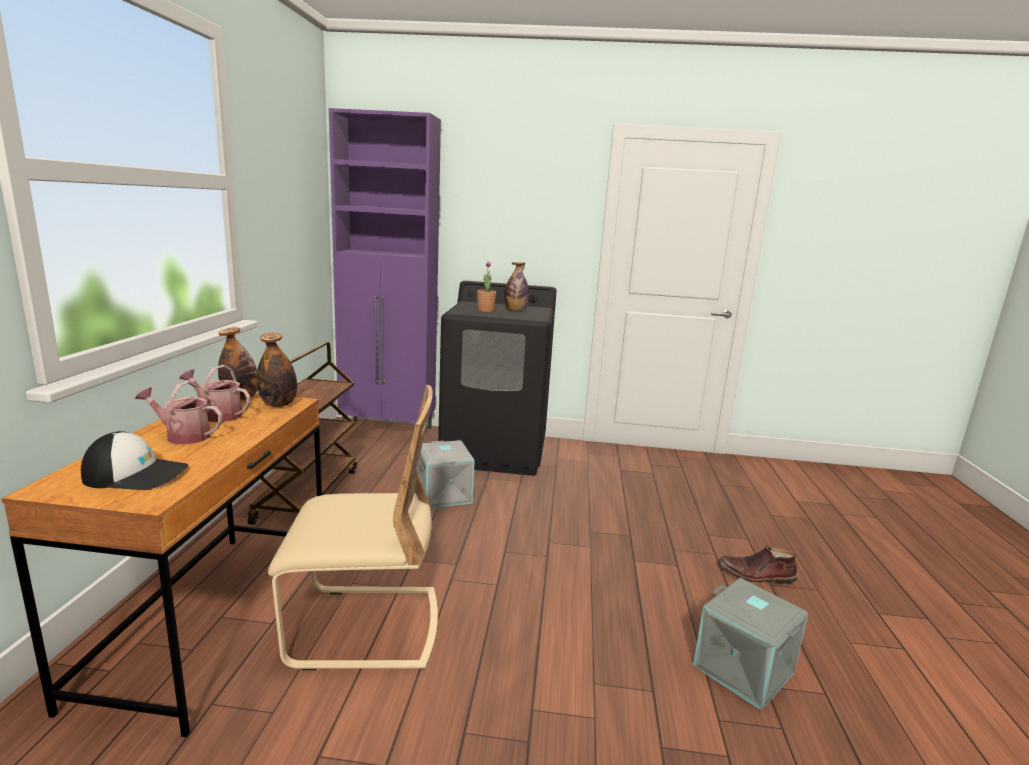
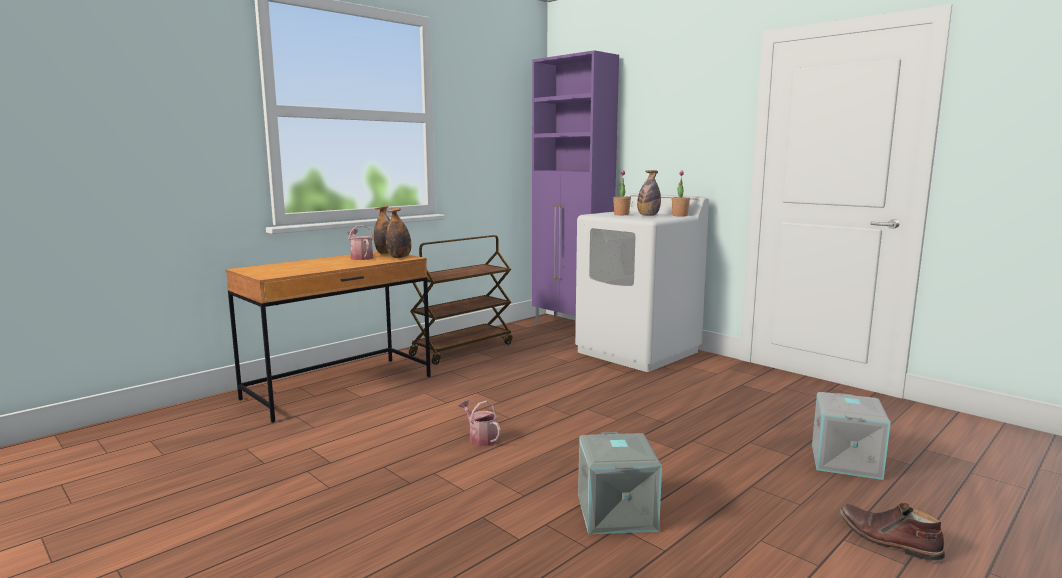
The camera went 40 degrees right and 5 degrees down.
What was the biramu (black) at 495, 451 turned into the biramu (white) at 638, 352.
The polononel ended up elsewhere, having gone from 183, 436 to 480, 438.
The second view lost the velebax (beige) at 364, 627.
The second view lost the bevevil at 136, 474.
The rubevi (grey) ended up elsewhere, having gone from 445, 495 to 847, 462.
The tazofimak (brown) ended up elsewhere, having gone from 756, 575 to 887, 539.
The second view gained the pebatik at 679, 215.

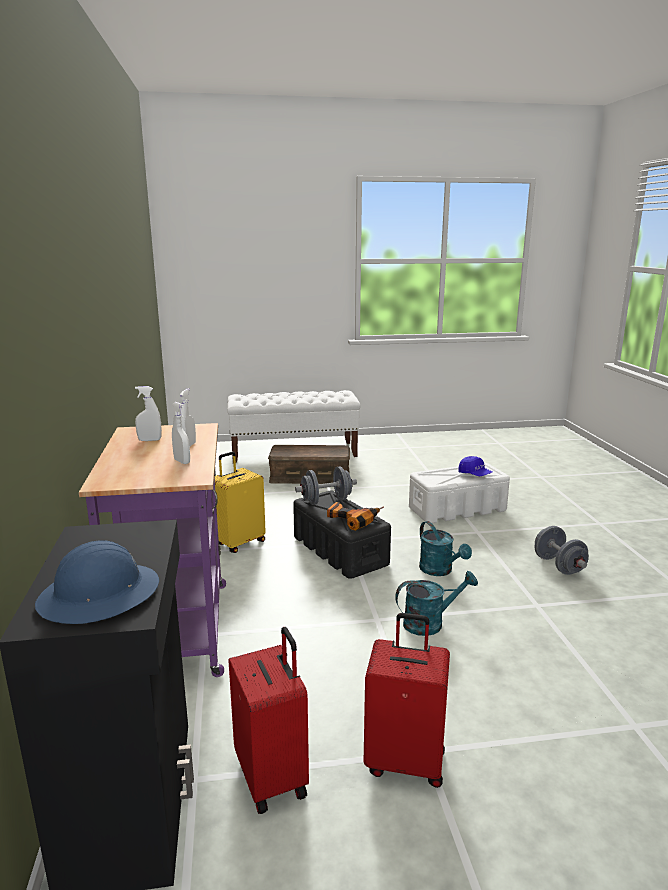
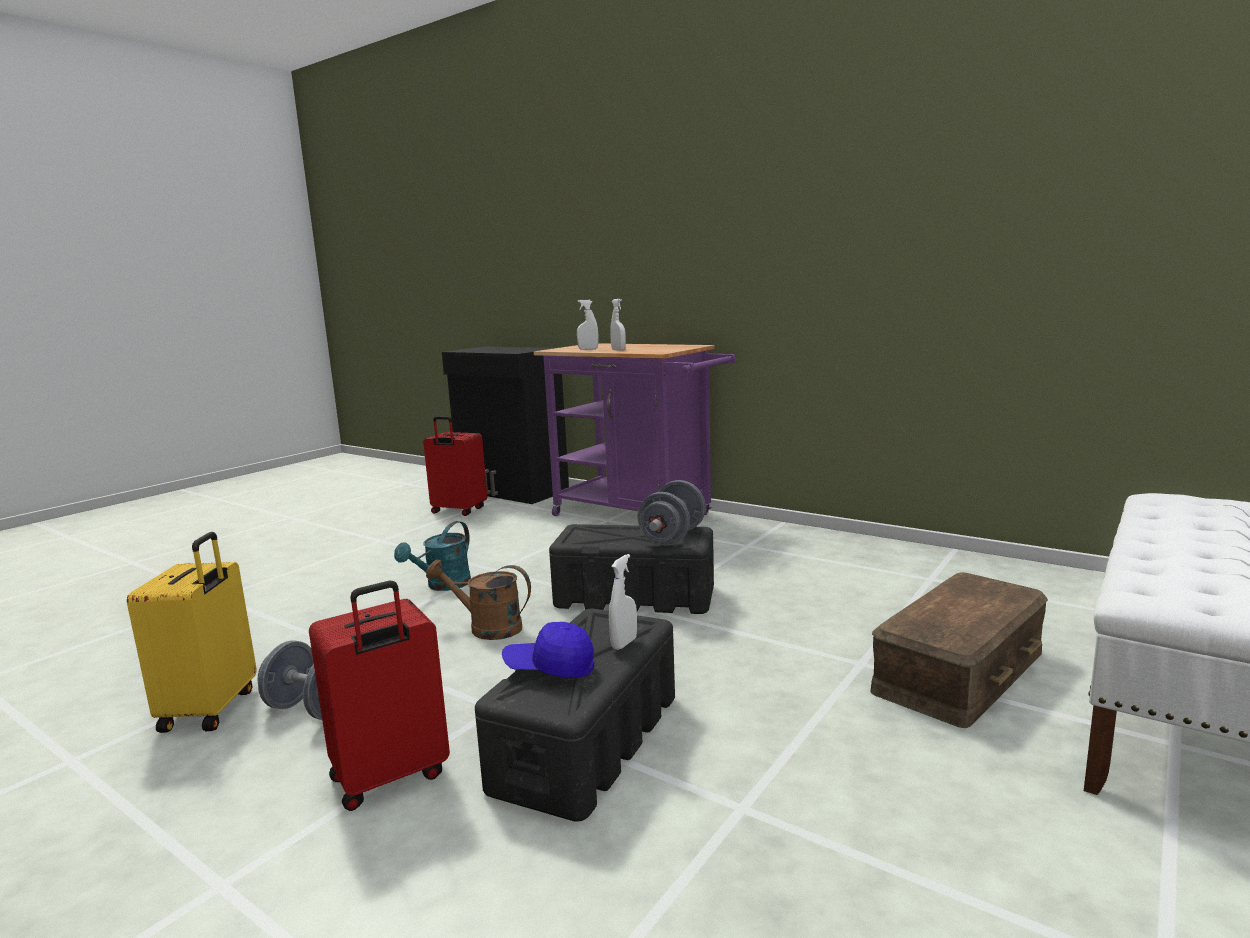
The camera went 135 degrees right and 5 degrees down.
The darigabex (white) ended up elsewhere, having gone from 149, 440 to 624, 643.
The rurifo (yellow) ended up elsewhere, having gone from 239, 542 to 211, 709.
What was the rubevi (white) at 458, 509 turned into the rubevi (black) at 587, 743.
The second view lost the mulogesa at 353, 519.
What was the polononel (turquoise) at 440, 571 turned into the polononel (brown) at 487, 628.
The second view lost the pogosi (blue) at 100, 596.
The rurifo (red) ended up elsewhere, having gone from 405, 761 to 390, 778.

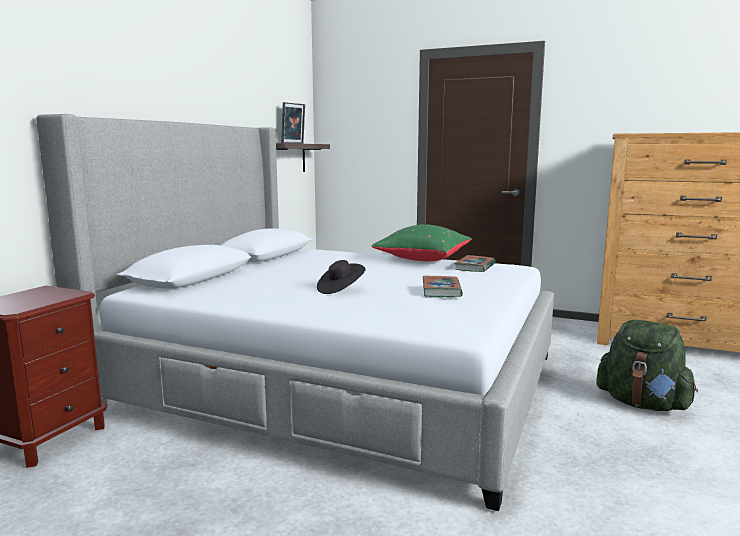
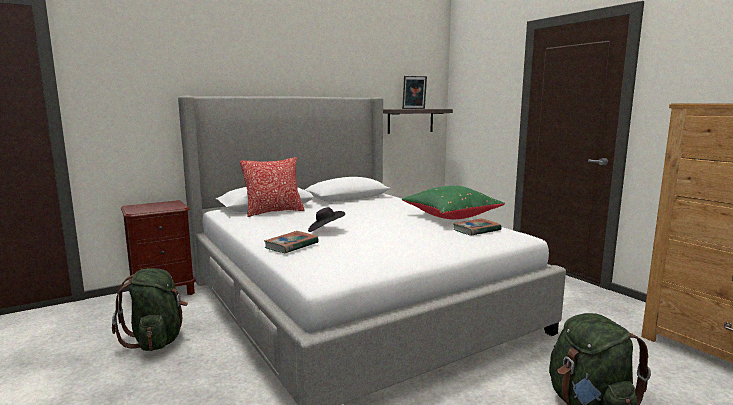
The camera went 35 degrees right and 0 degrees up.
The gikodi ended up elsewhere, having gone from 441, 290 to 291, 245.
The second view gained the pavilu at 274, 212.
The second view gained the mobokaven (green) at 157, 340.

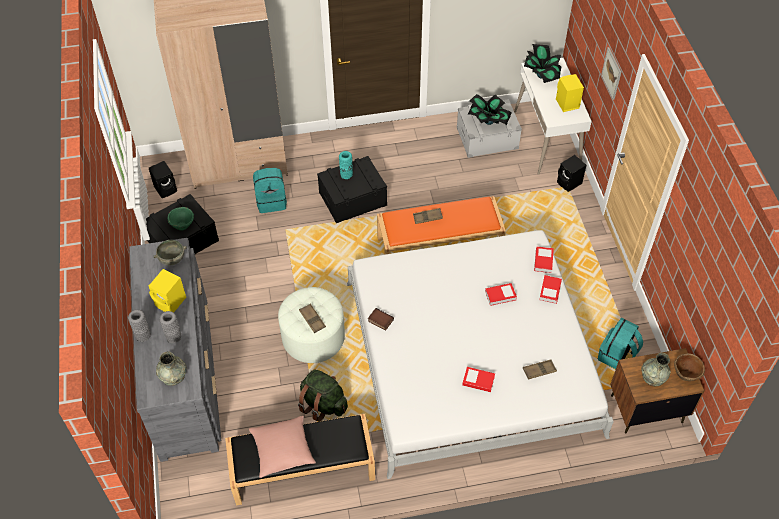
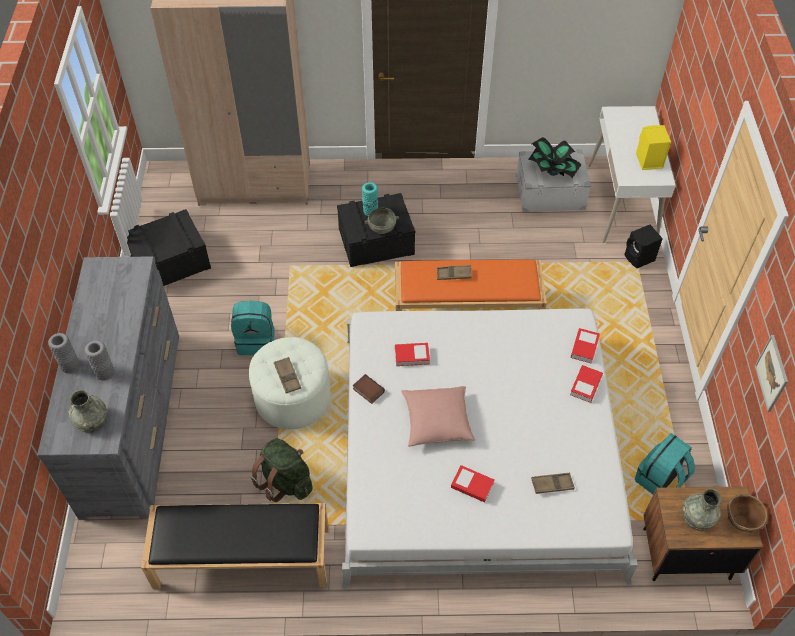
The camera went 10 degrees right and 0 degrees up.
The second view lost the pebatik at 541, 75.
The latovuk ended up elsewhere, having gone from 611, 73 to 772, 373.
The second view lost the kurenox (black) at 166, 188.
The mobokaven (turquoise) ended up elsewhere, having gone from 271, 201 to 256, 340.
The second view lost the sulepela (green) at 183, 225.
The sulepela (grey) ended up elsewhere, having gone from 172, 259 to 382, 228.
The second view lost the kurenox (yellow) at 171, 302.
The gikodi ended up elsewhere, having gone from 500, 295 to 412, 356.
The pavilu (pink) ended up elsewhere, having gone from 282, 450 to 437, 421.

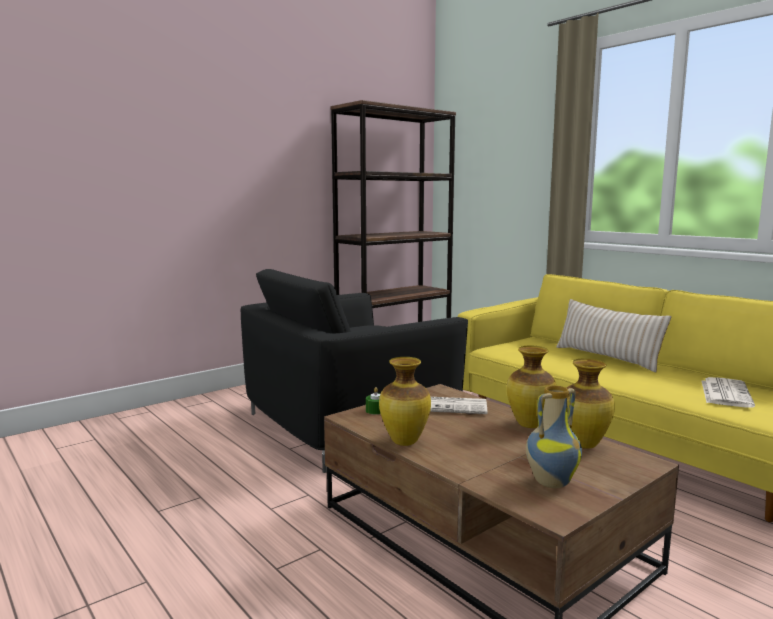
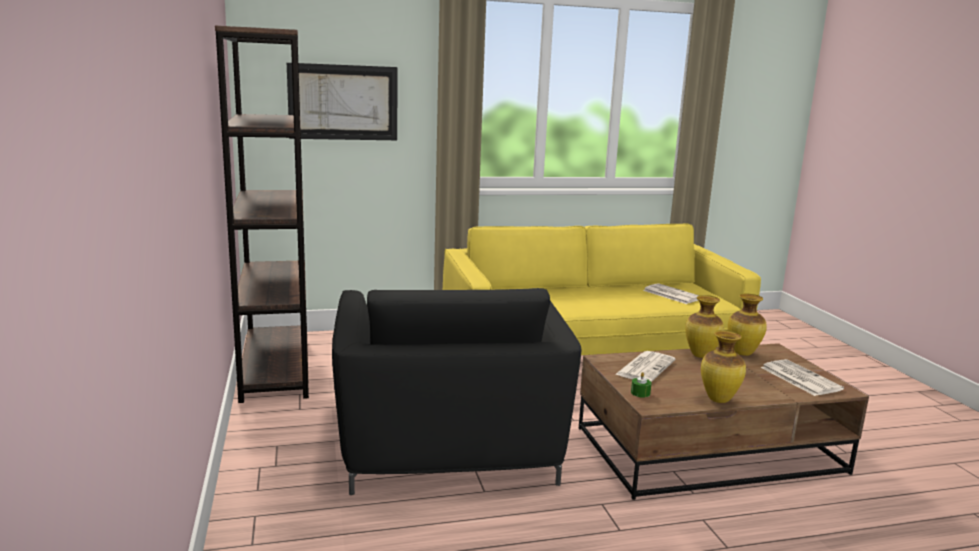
The camera went 65 degrees left and 5 degrees up.
The second view lost the pavilu (beige) at 607, 357.
Where the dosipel stood at 550, 482, the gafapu came to stand at 799, 378.
The second view gained the latovuk at 343, 102.

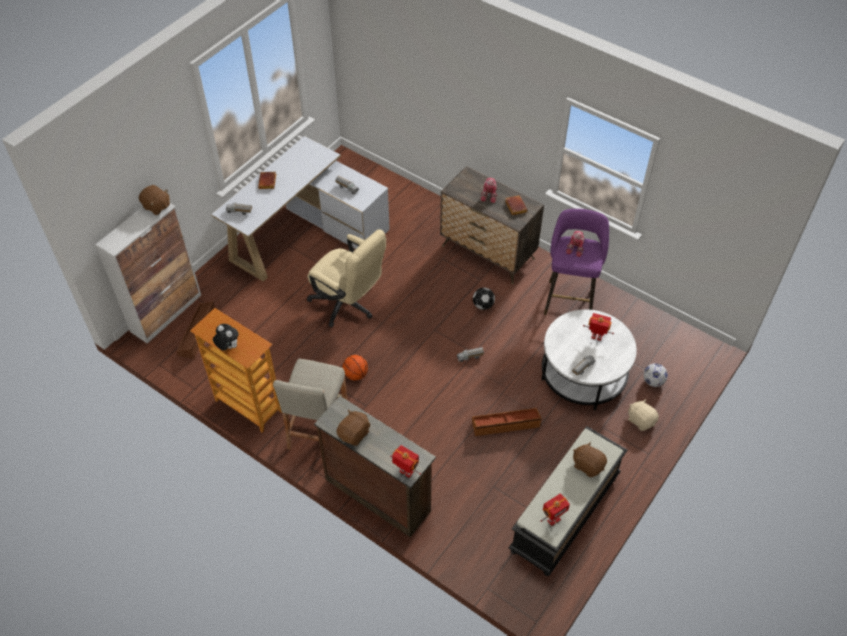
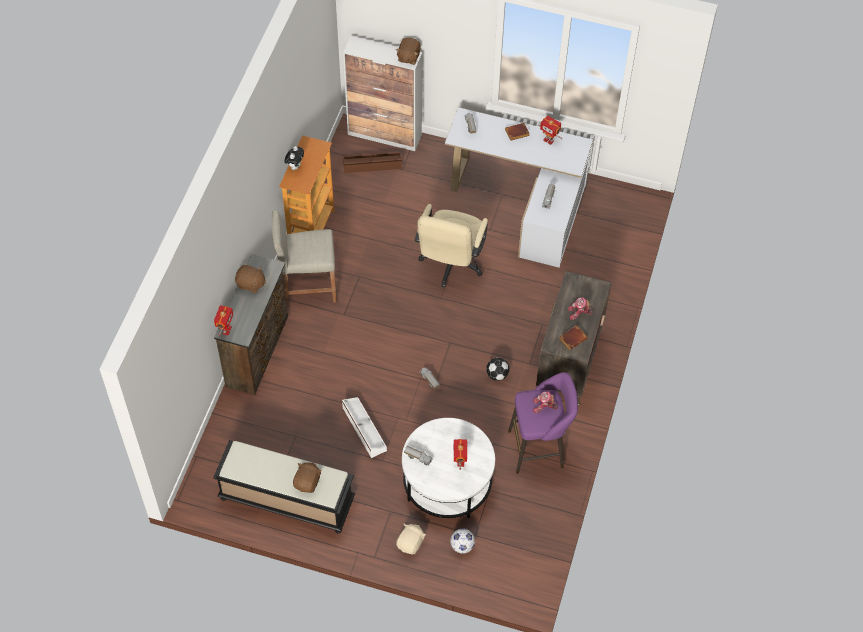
The camera went 70 degrees right and 5 degrees up.
The second view lost the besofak at 355, 374.
What was the rubevi (brown) at 505, 425 turned into the rubevi (white) at 363, 429.
The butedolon ended up elsewhere, having gone from 553, 519 to 549, 140.

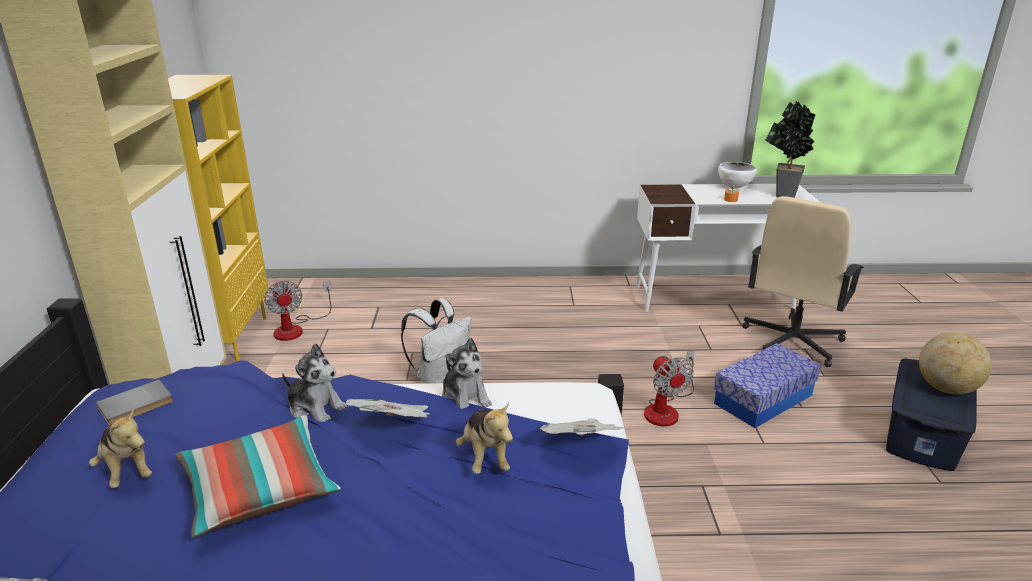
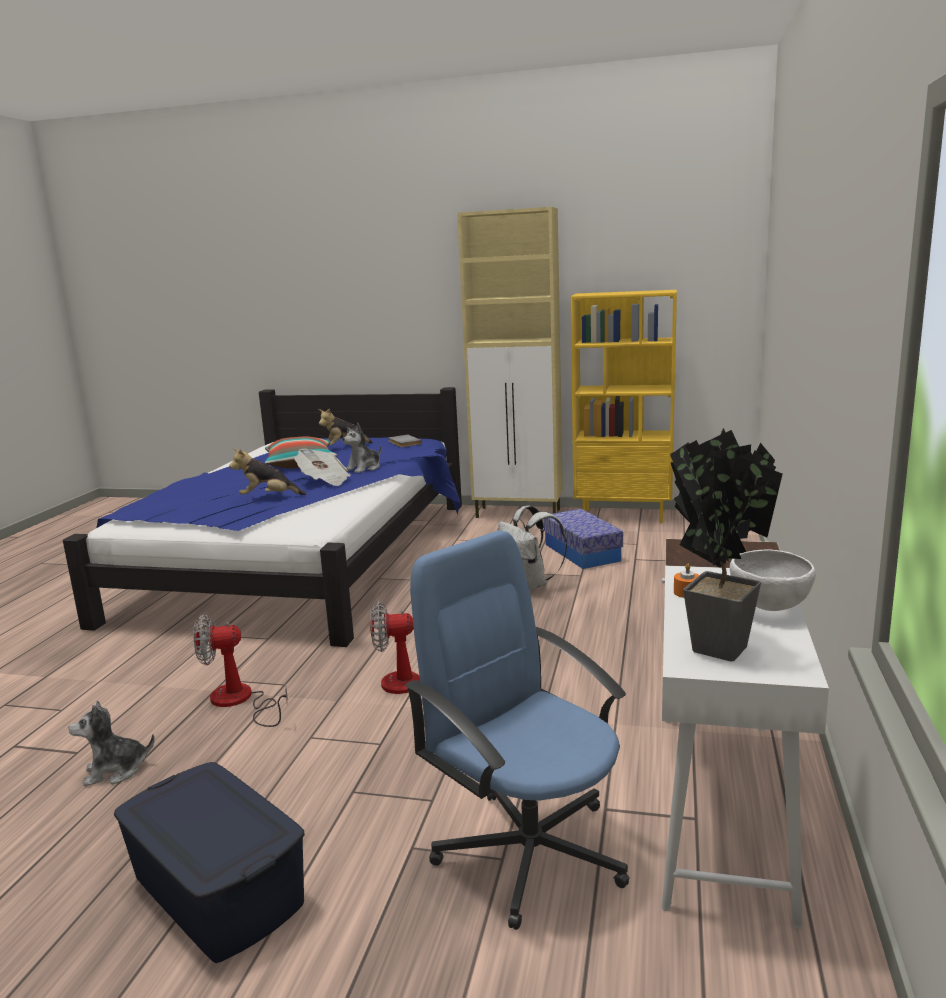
The camera went 105 degrees right and 10 degrees down.
What was the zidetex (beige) at 791, 342 turned into the zidetex (blue) at 529, 850.
The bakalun ended up elsewhere, having gone from 296, 328 to 240, 701.
The second view lost the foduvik at 946, 389.
The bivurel ended up elsewhere, having gone from 465, 398 to 115, 771.
The rubevi ended up elsewhere, having gone from 763, 399 to 581, 552.
The second view lost the gafapu at 580, 445.

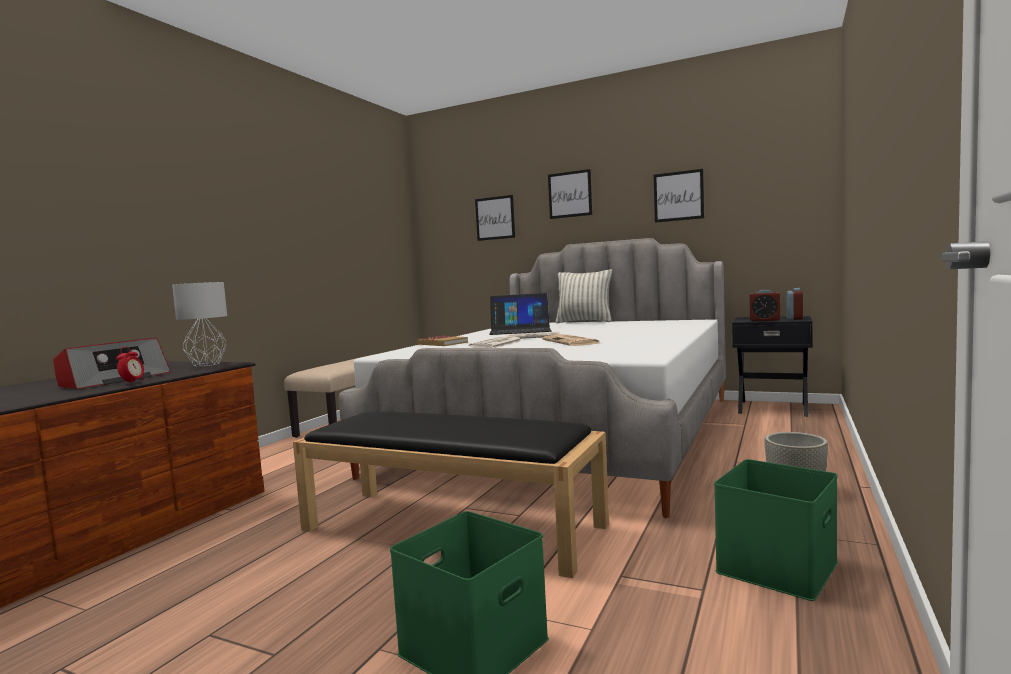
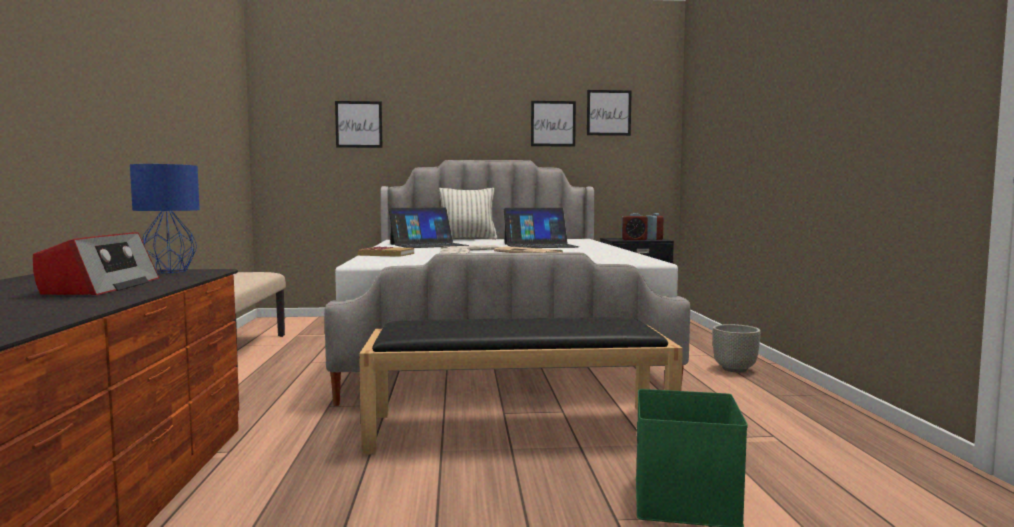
The camera went 30 degrees left and 0 degrees up.
The latovuk ended up elsewhere, having gone from 570, 194 to 608, 113.
What was the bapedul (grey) at 207, 364 turned into the bapedul (blue) at 170, 271.
The second view lost the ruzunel at 132, 382.
The second view lost the rubevi (green) at 778, 568.
The second view gained the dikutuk at 540, 245.

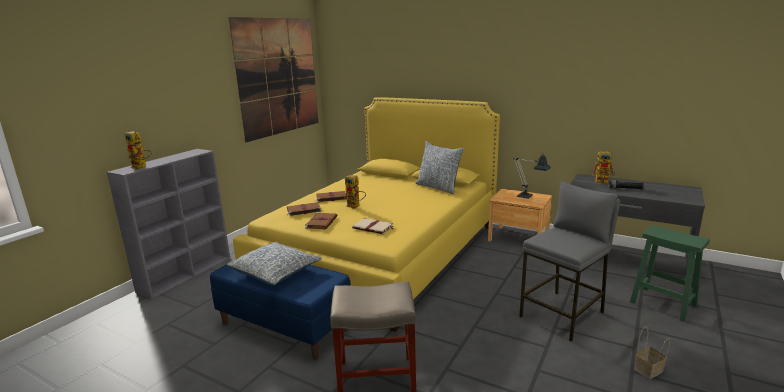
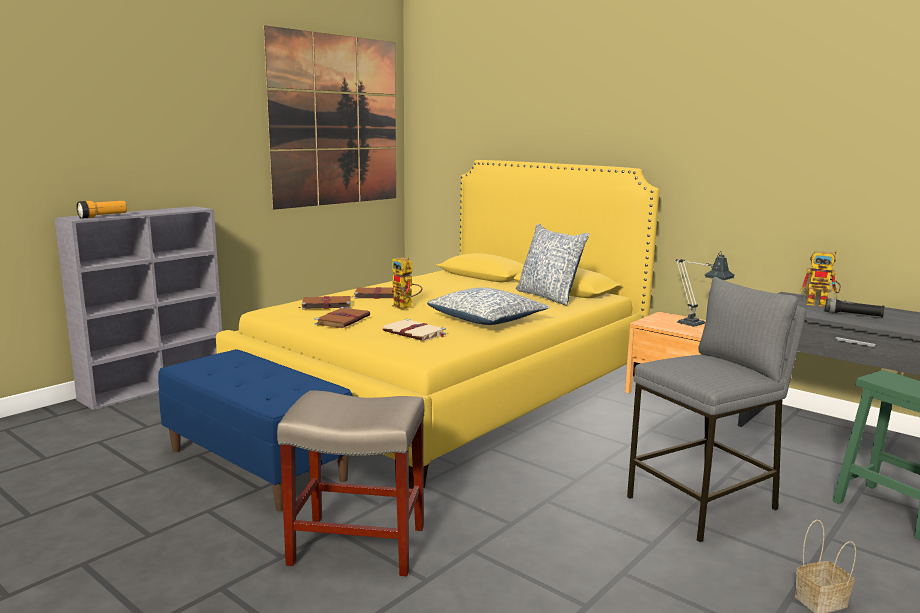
The camera went 10 degrees right and 5 degrees down.
Where the butedolon stood at 142, 167, the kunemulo came to stand at 102, 216.
The pavilu ended up elsewhere, having gone from 276, 272 to 487, 320.

